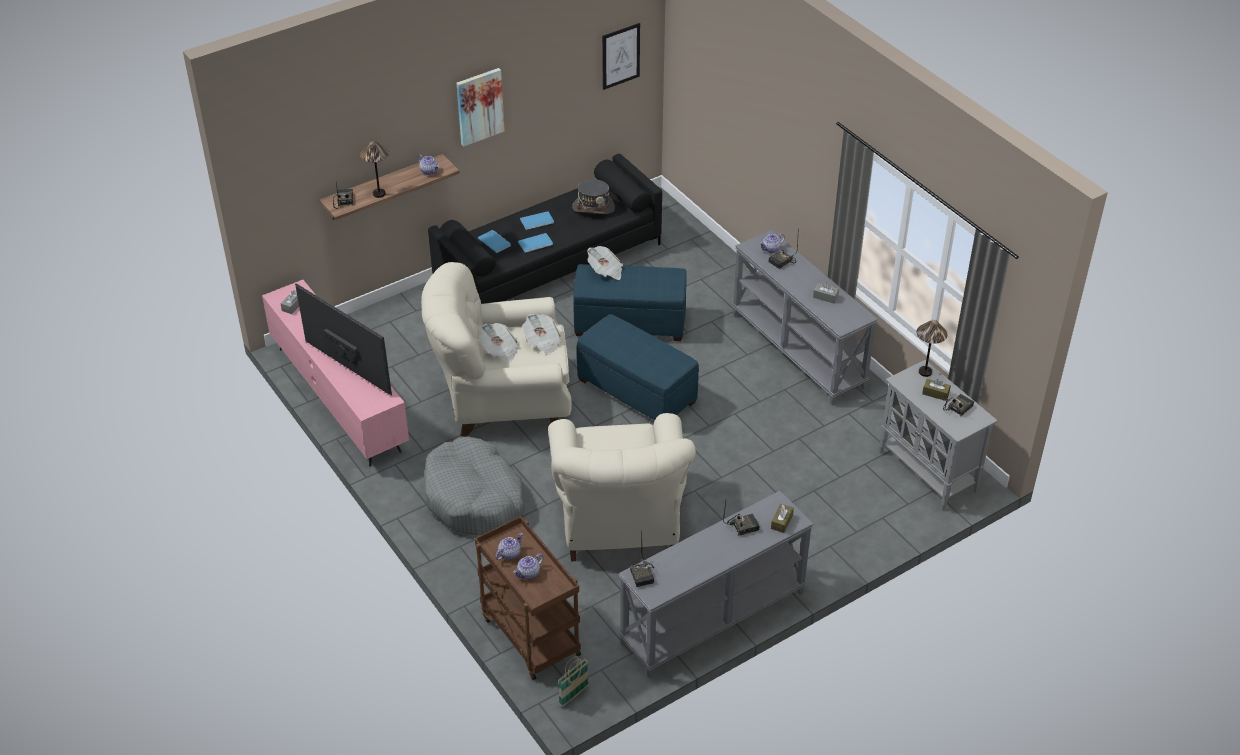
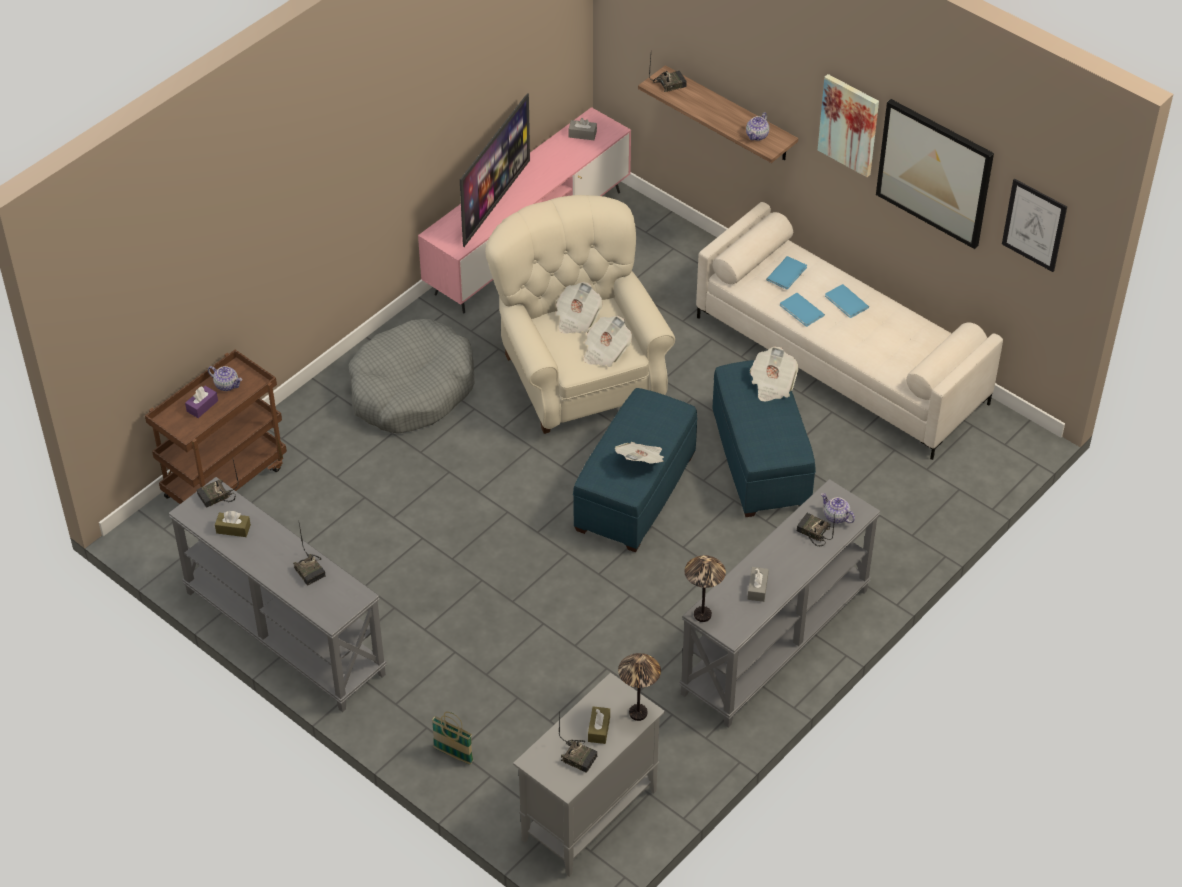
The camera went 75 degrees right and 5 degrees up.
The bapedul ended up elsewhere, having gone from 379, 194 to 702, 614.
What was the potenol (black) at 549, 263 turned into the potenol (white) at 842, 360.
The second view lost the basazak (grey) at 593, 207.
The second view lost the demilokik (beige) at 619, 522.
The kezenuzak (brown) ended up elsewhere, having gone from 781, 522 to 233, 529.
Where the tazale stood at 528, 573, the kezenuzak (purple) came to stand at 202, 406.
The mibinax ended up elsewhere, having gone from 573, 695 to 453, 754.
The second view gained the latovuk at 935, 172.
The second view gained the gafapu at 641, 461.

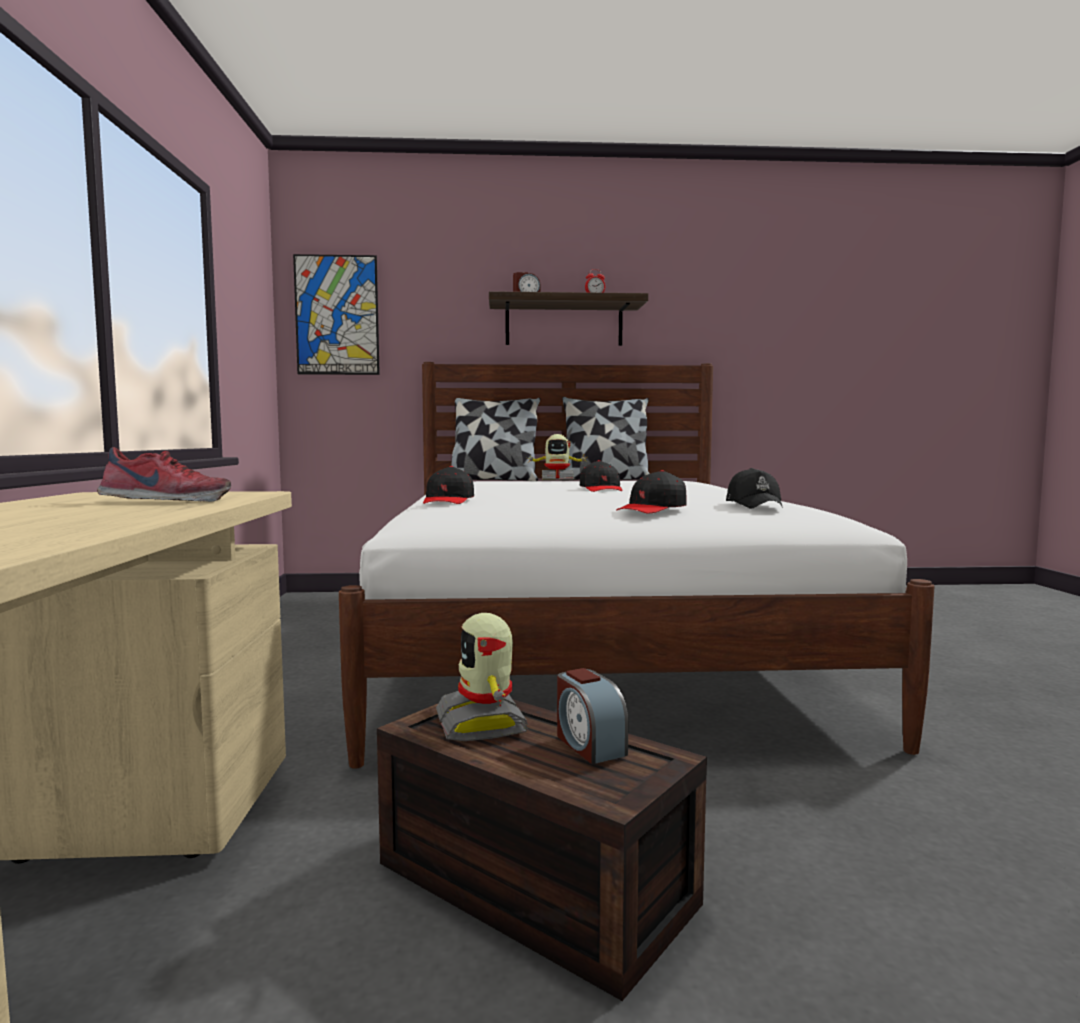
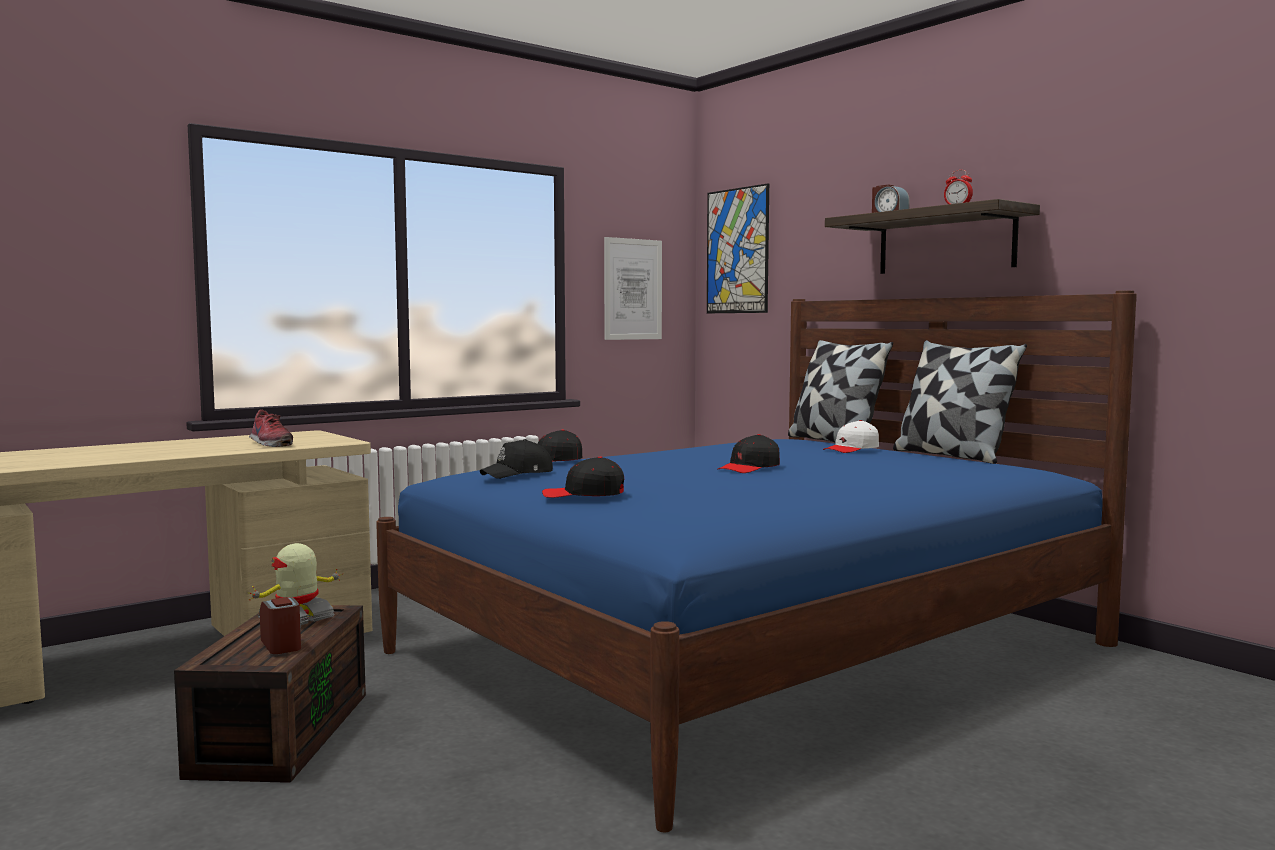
The camera went 55 degrees right and 0 degrees up.
What was the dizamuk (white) at 592, 646 turned into the dizamuk (blue) at 752, 648.
Where the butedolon stood at 557, 480, the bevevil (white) came to stand at 851, 449.
The bevevil (black) ended up elsewhere, having gone from 754, 505 to 518, 474.
The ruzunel at 589, 744 ended up facing another way, 120 degrees clockwise from before.
The second view gained the latovuk at 633, 289.

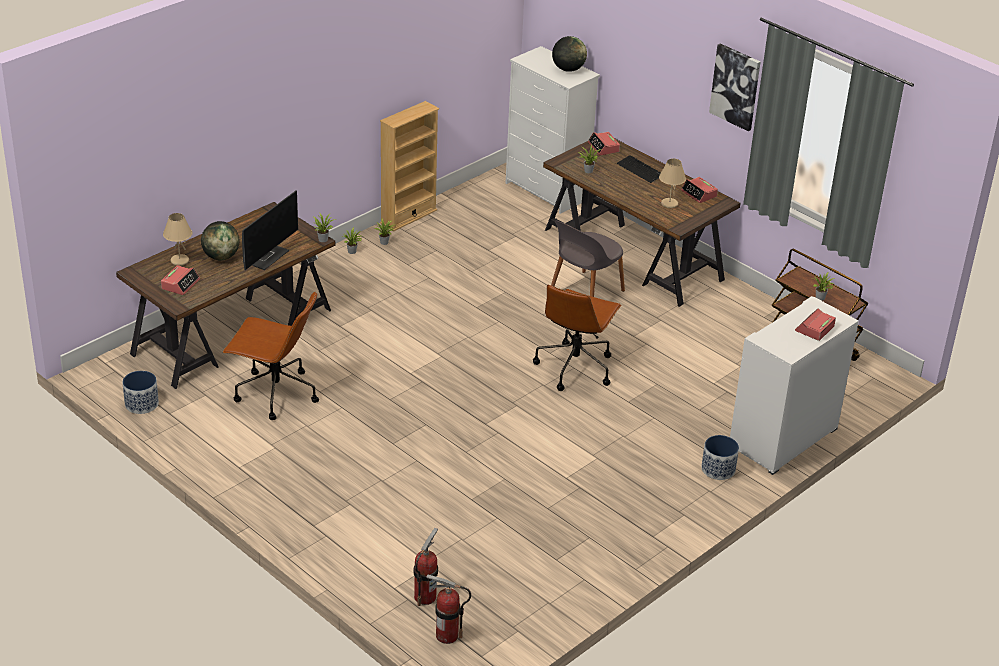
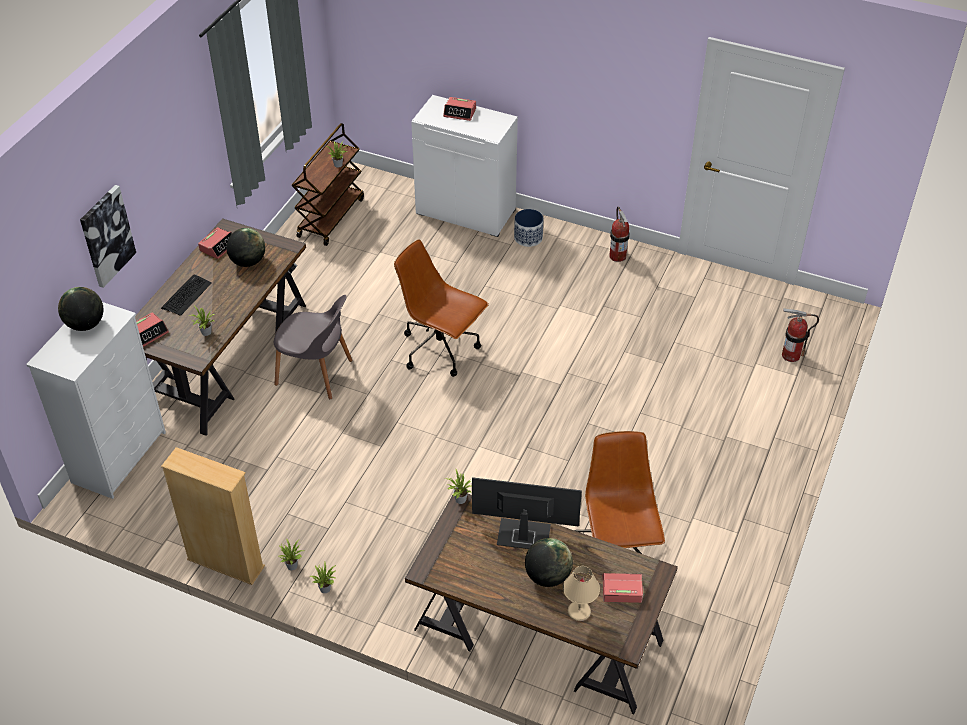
The camera went 110 degrees left and 10 degrees up.
The latovuk ended up elsewhere, having gone from 735, 86 to 106, 236.
Where the bapedul (beige) stood at 669, 204, the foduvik came to stand at 248, 262.
The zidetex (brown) at 575, 367 ended up facing another way, 150 degrees counterclockwise from before.
The second view lost the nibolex at 142, 404.
The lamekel ended up elsewhere, having gone from 447, 635 to 617, 256.

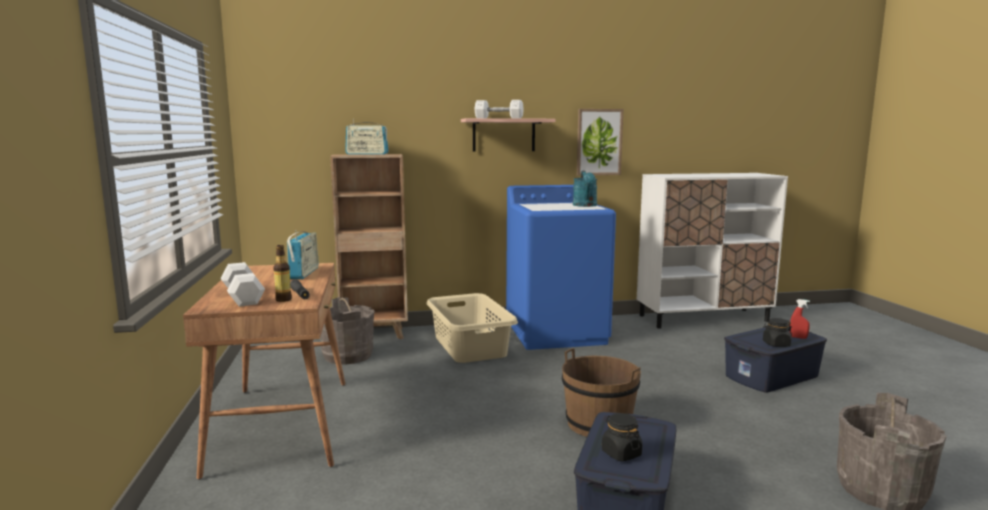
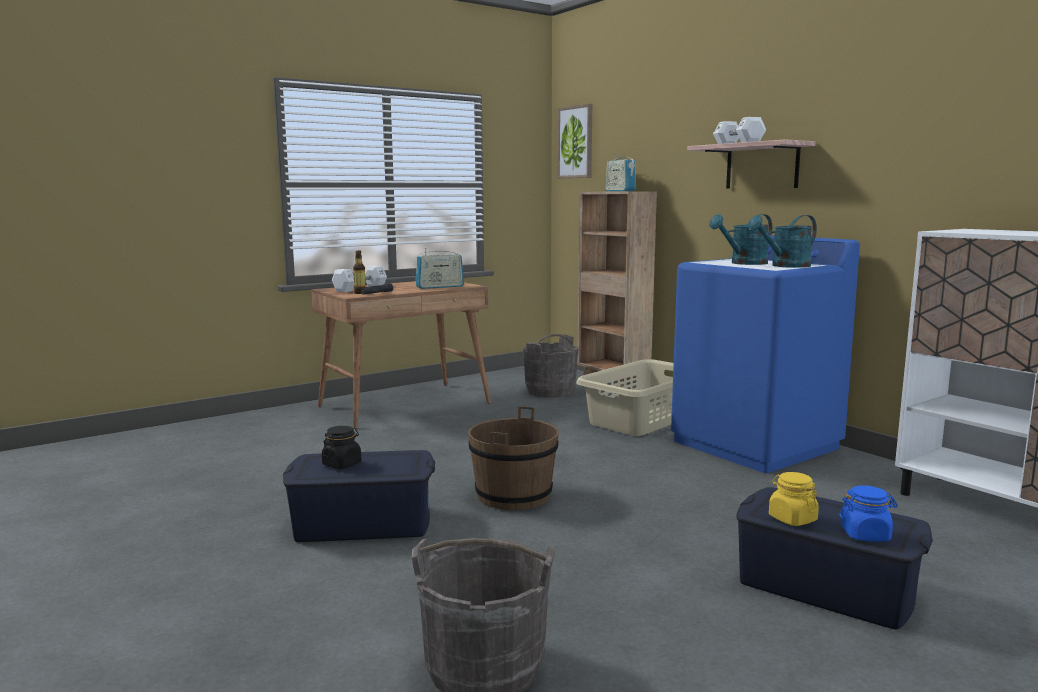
The camera went 65 degrees right and 0 degrees up.
The latovuk ended up elsewhere, having gone from 599, 142 to 576, 142.
Where the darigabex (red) stood at 798, 337, the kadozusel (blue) came to stand at 865, 535.
What was the kadozusel (black) at 776, 344 turned into the kadozusel (yellow) at 792, 519.
The second view gained the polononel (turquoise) at 744, 263.

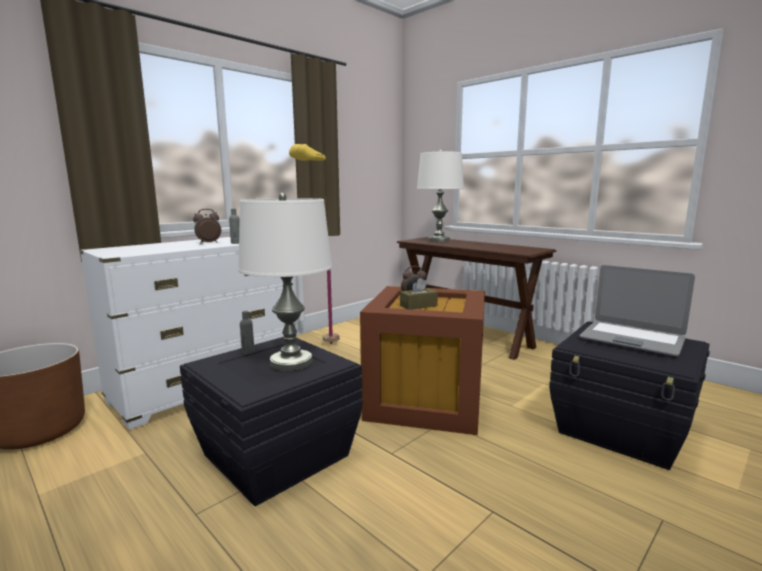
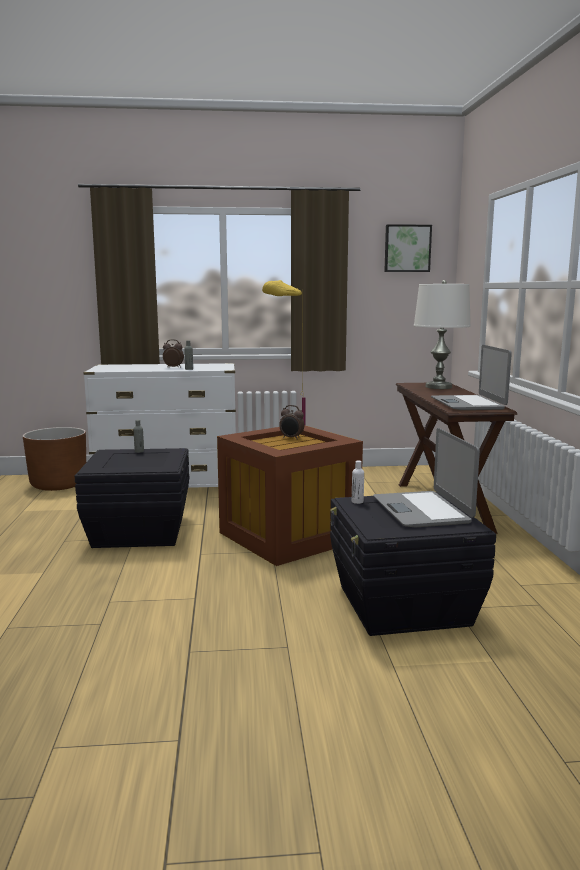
The camera went 40 degrees right and 0 degrees up.
The second view lost the bapedul (white) at 291, 362.
The second view lost the kezenuzak (brown) at 418, 305.
The second view gained the latovuk at 407, 248.
The second view gained the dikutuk at 468, 404.
The second view gained the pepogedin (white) at 357, 501.

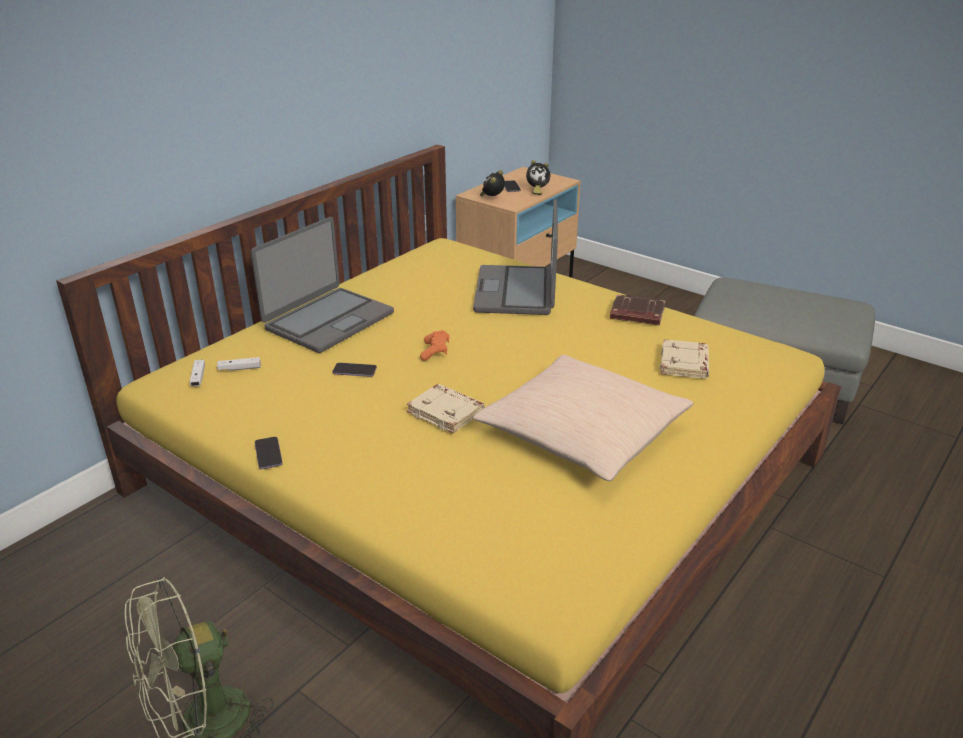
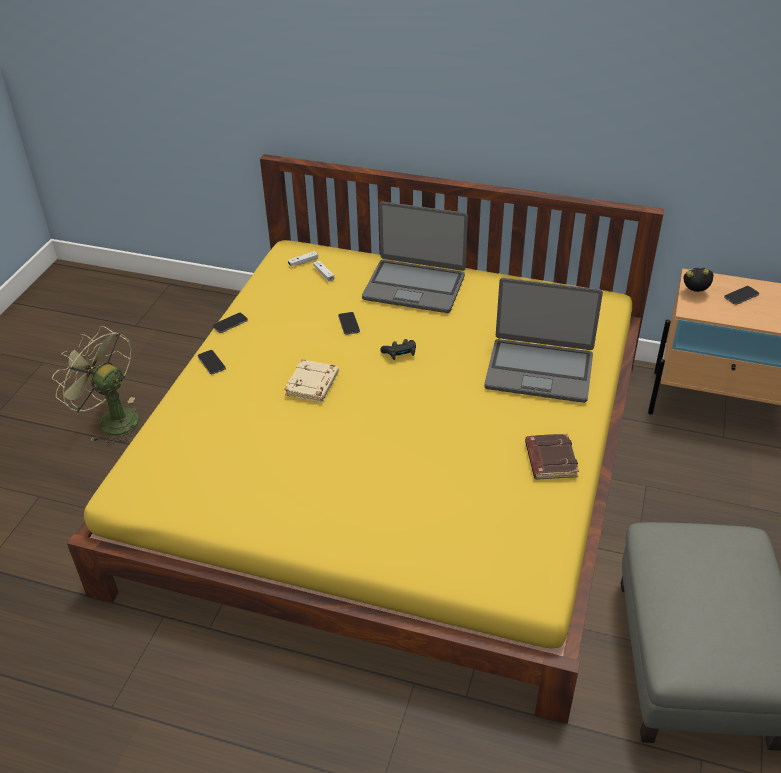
The camera went 70 degrees right and 10 degrees up.
The second view lost the ruzunel at 536, 191.
The dikutuk at 516, 292 ended up facing another way, 150 degrees counterclockwise from before.
What was the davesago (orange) at 435, 352 turned into the davesago (black) at 400, 354.
The second view lost the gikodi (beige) at 685, 364.
The second view lost the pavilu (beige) at 582, 433.
The second view gained the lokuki at 211, 363.

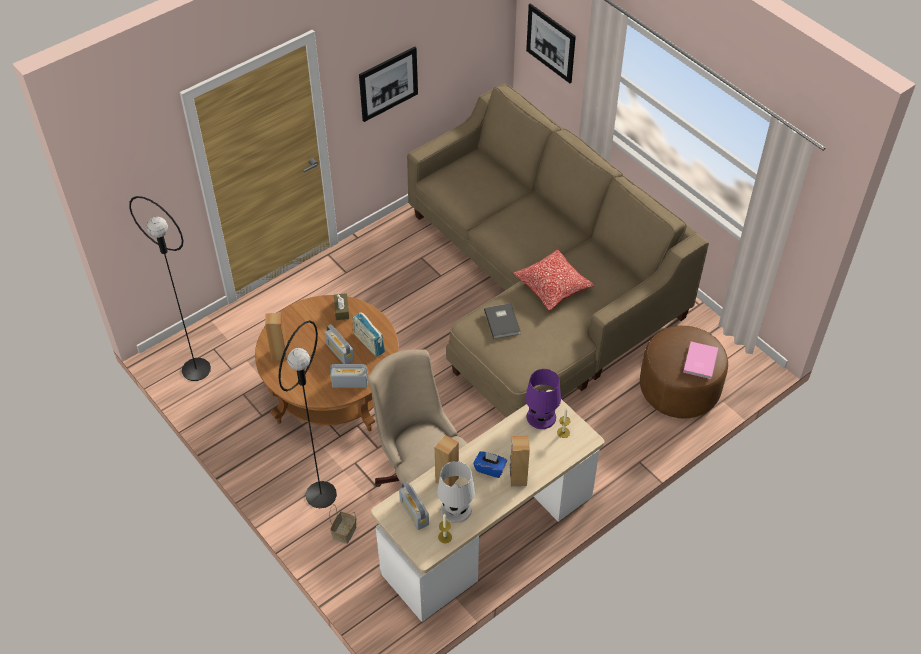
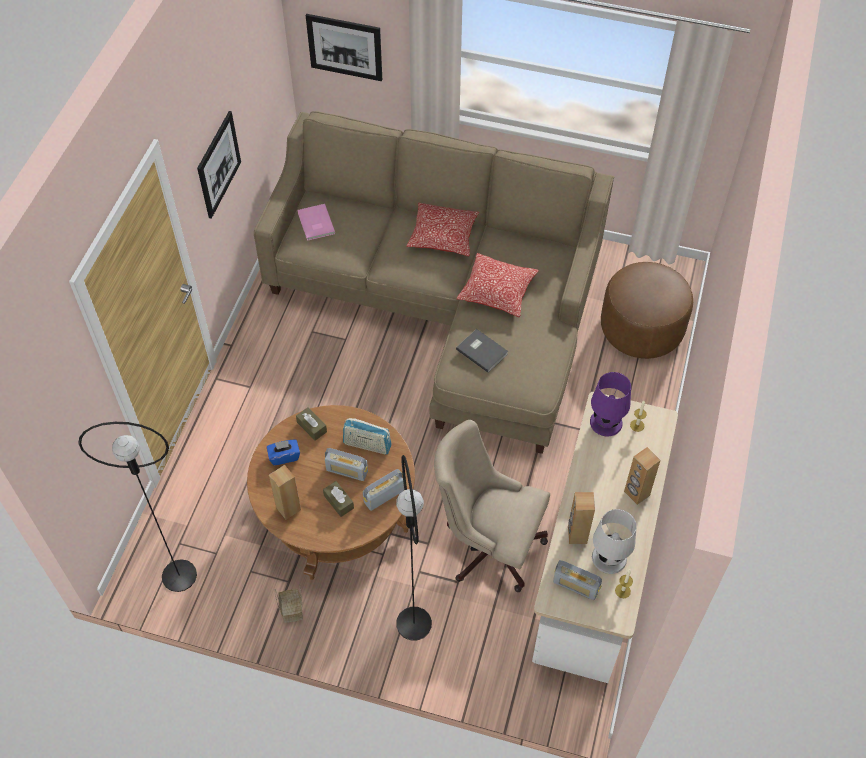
The camera went 35 degrees left and 5 degrees up.
The gikodi (pink) ended up elsewhere, having gone from 699, 361 to 315, 224.
The kezenuzak (blue) ended up elsewhere, having gone from 490, 469 to 284, 456.
The mibinax ended up elsewhere, having gone from 344, 533 to 292, 610.
The second view gained the pavilu at 443, 236.
The second view gained the kezenuzak (brown) at 338, 502.

